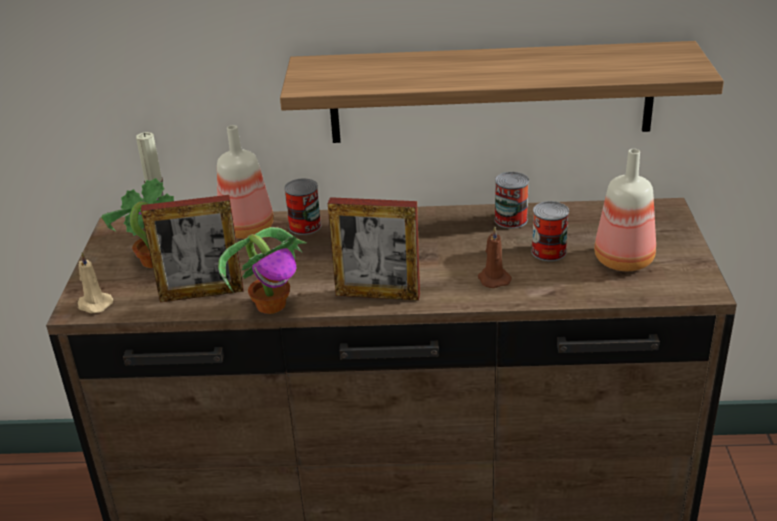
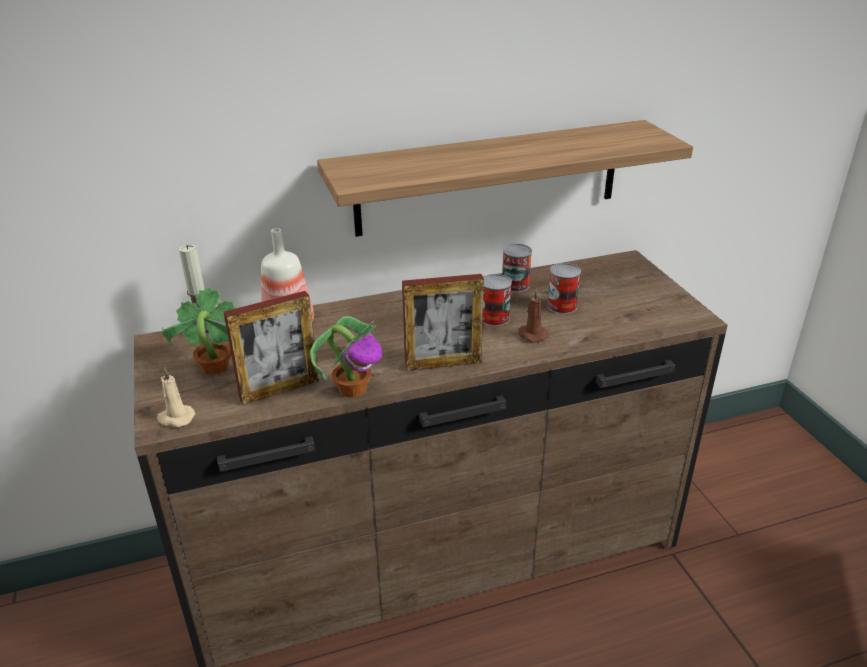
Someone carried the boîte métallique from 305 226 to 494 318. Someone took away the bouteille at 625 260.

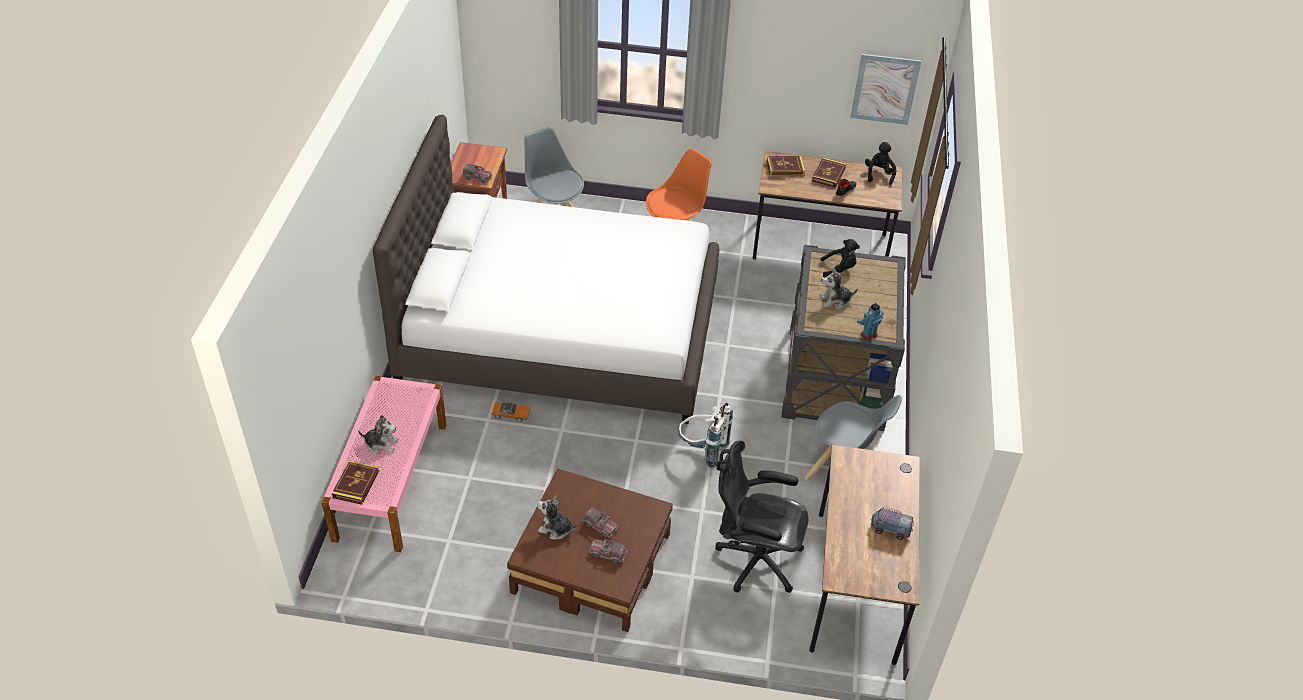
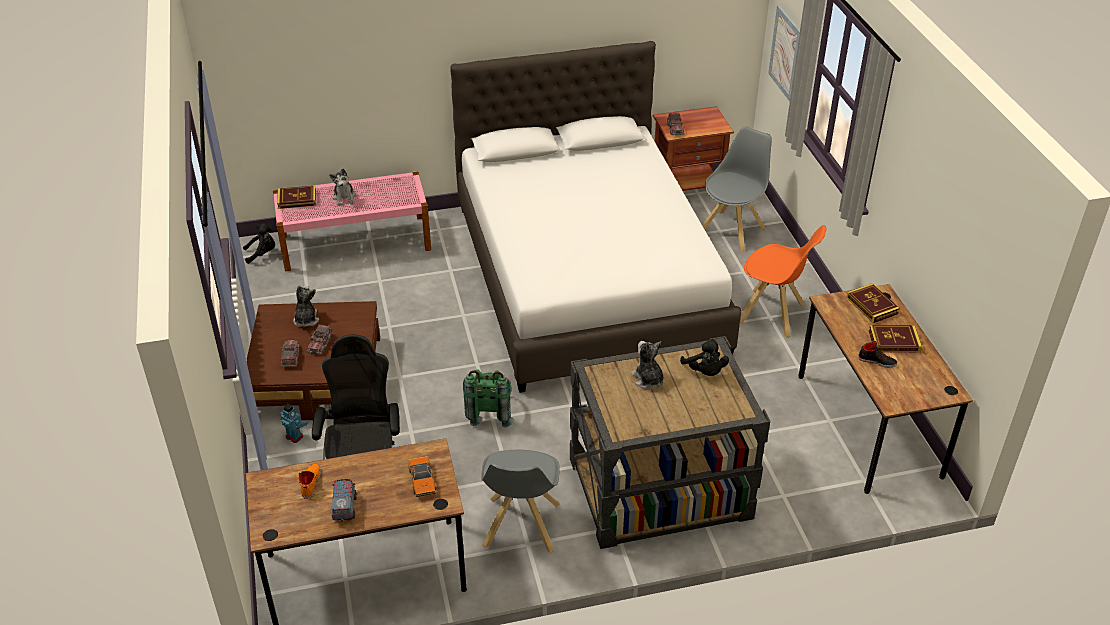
Someone carried the peluche/noir from 878 174 to 262 254. Someone carried the robot jouet from 868 334 to 294 436. Someone put down the chaussure/orange at 310 482. Someone carried the petite voiture from 511 414 to 422 481. Someone repainted the sac à dos/blanc at 702 450, which became the sac à dos/vert at 490 411. Someone carried the tableau from 885 89 to 785 53.

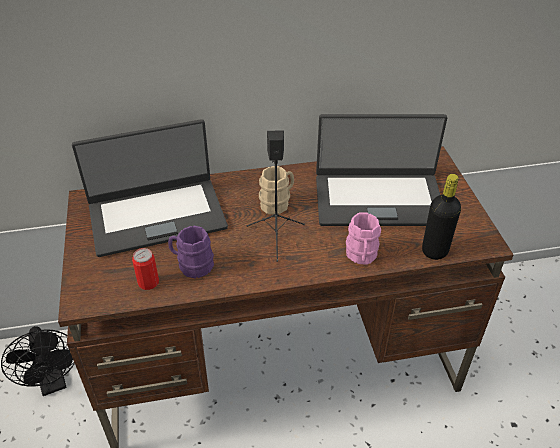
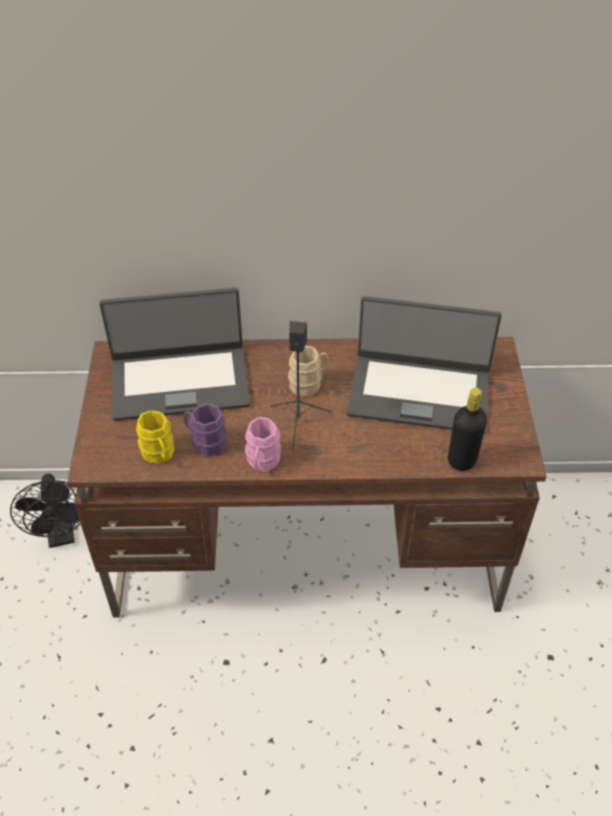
Someone swapped the boîte métallique at 148 282 for the mug/jaune at 159 454. Someone carried the mug/rose from 361 256 to 262 462.

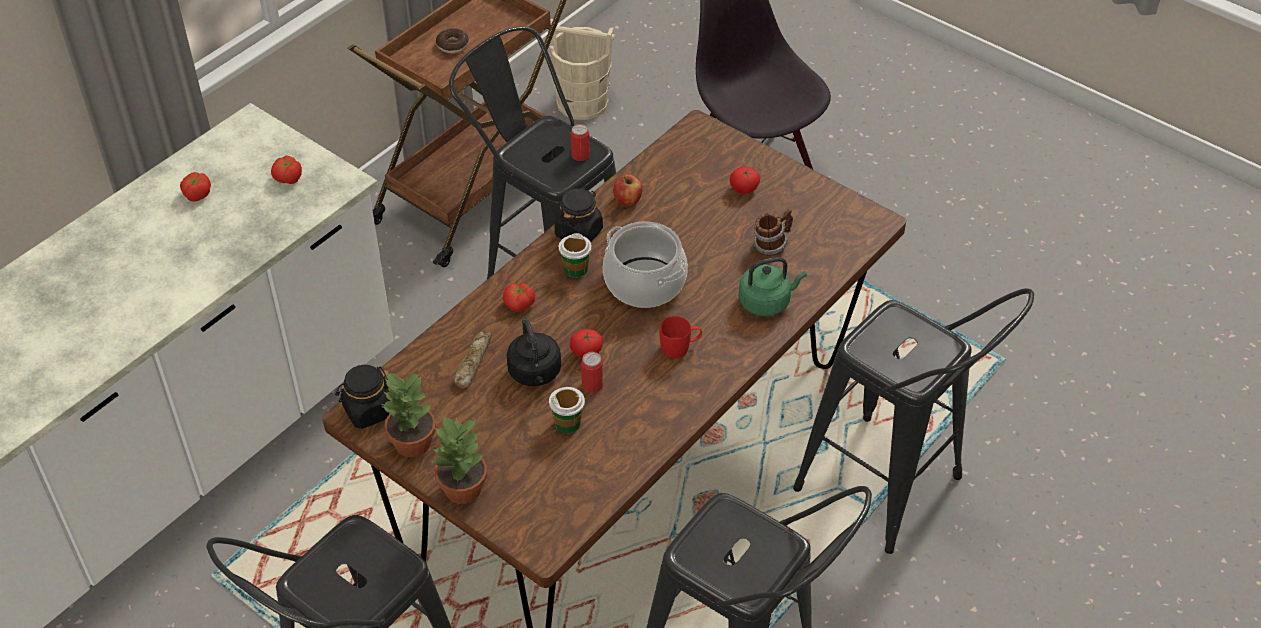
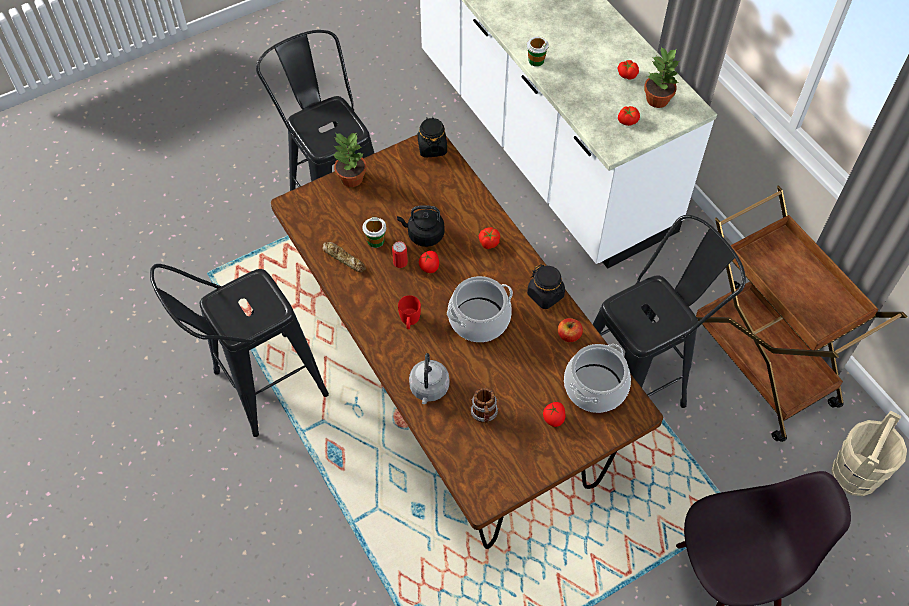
Someone carried the pain from 472 362 to 344 258. Someone repainted the bouilloire/vert at 767 302, which became the bouilloire/gris at 429 389. Someone carried the tasse from 575 269 to 536 60. Someone put down the marmite at 595 388. Someone carried the plante en pot from 411 443 to 657 99. Someone took away the beignet at 452 45. Someone took away the boîte métallique at 580 155. Someone took away the tabouret/noir at 892 493.

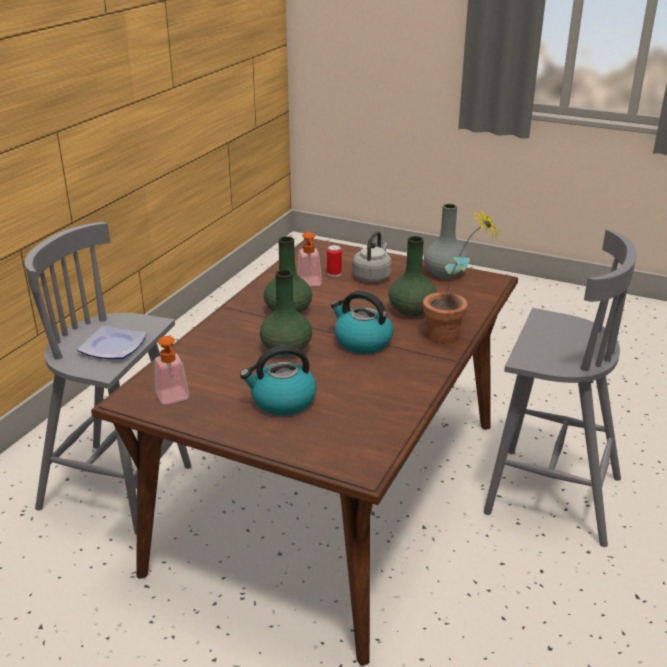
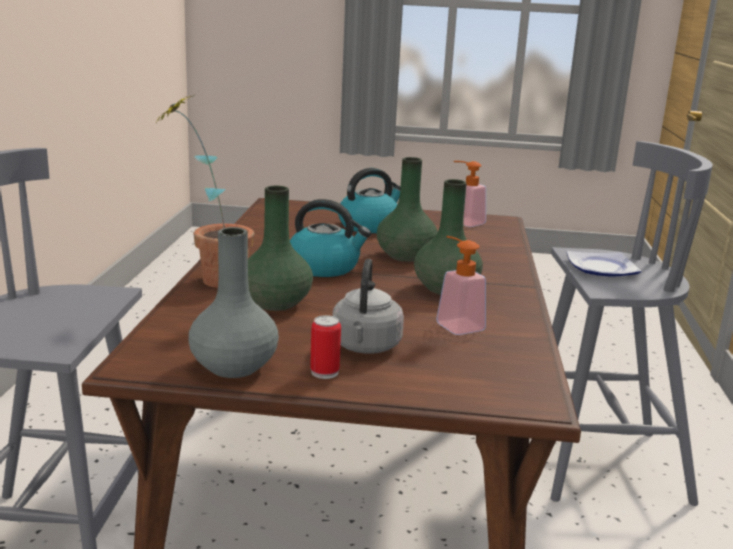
Someone carried the boîte métallique from 334 273 to 324 372.

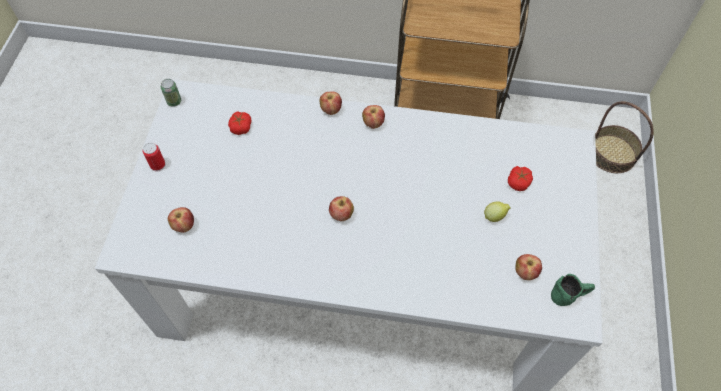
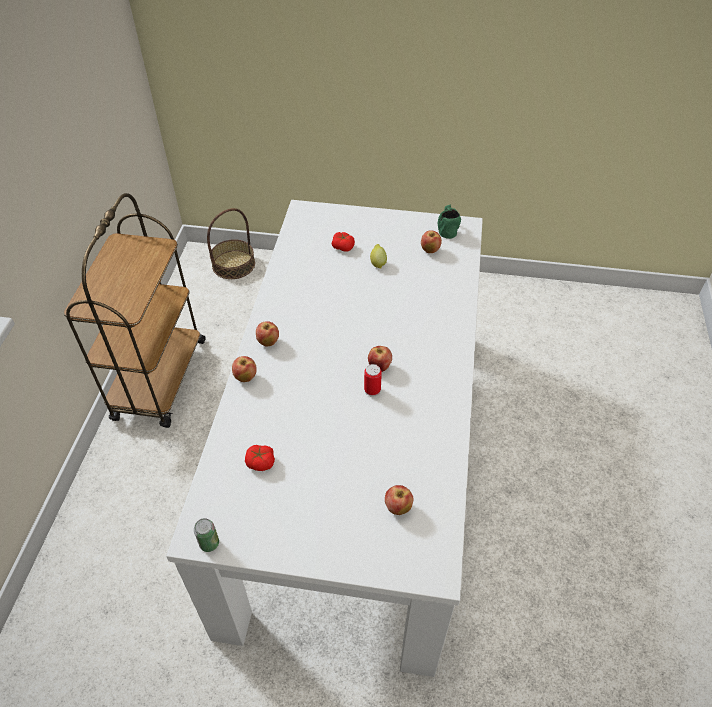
Someone carried the boîte métallique from 158 165 to 372 390.

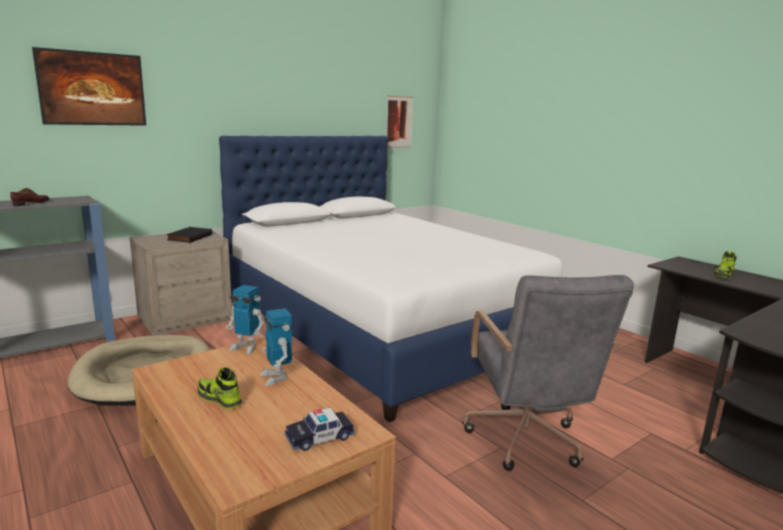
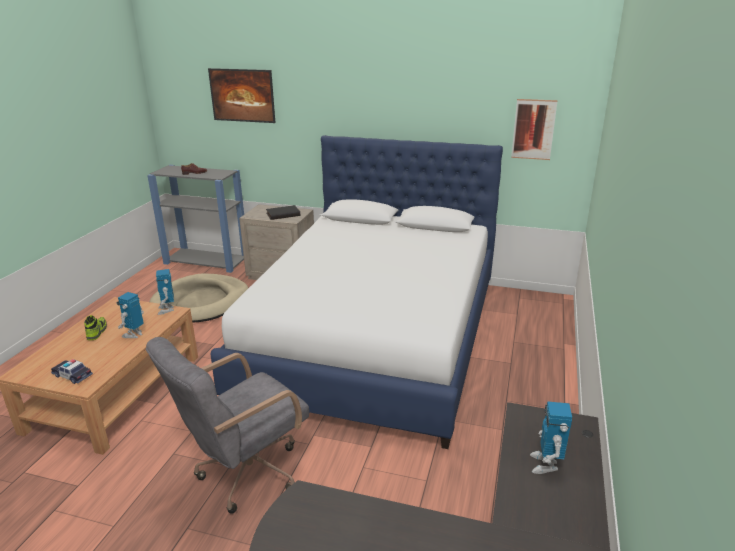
Someone swapped the chaussure at 724 275 for the robot jouet at 546 464.

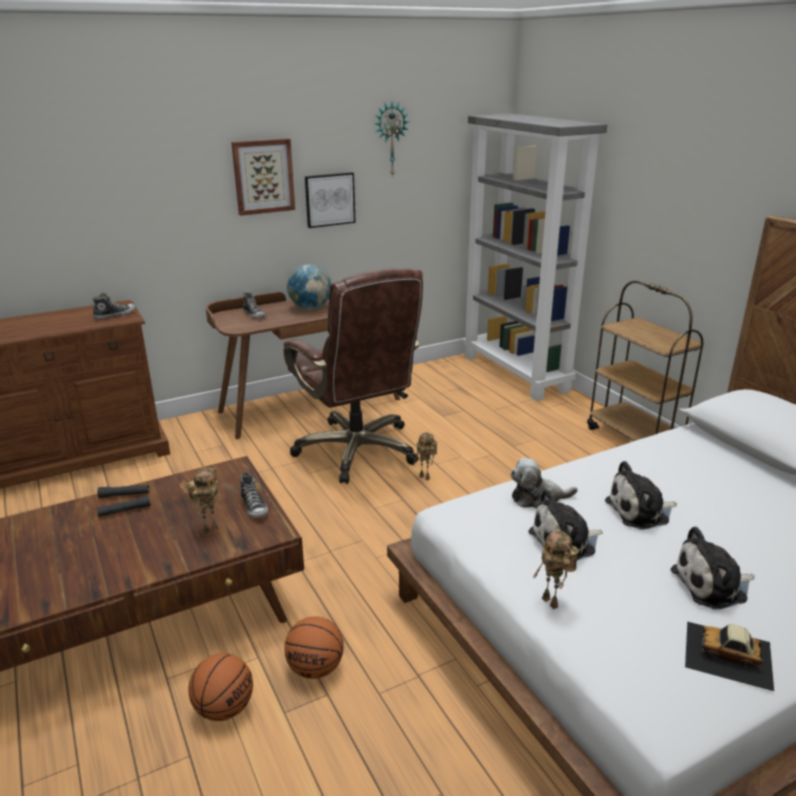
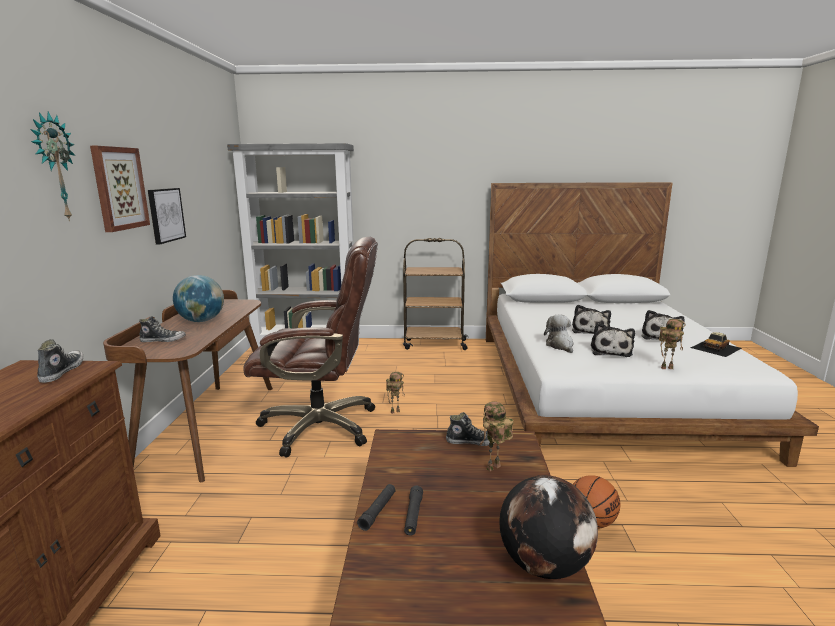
Someone carried the horloge murale from 390 139 to 54 167. Someone rotated the robot jouet at 210 530 by 105 degrees counterclockwise. Someone put down the globe at 544 564. Someone rotated the peluche at 538 499 by 150 degrees clockwise. Someone took away the ballon de basket at 224 708.

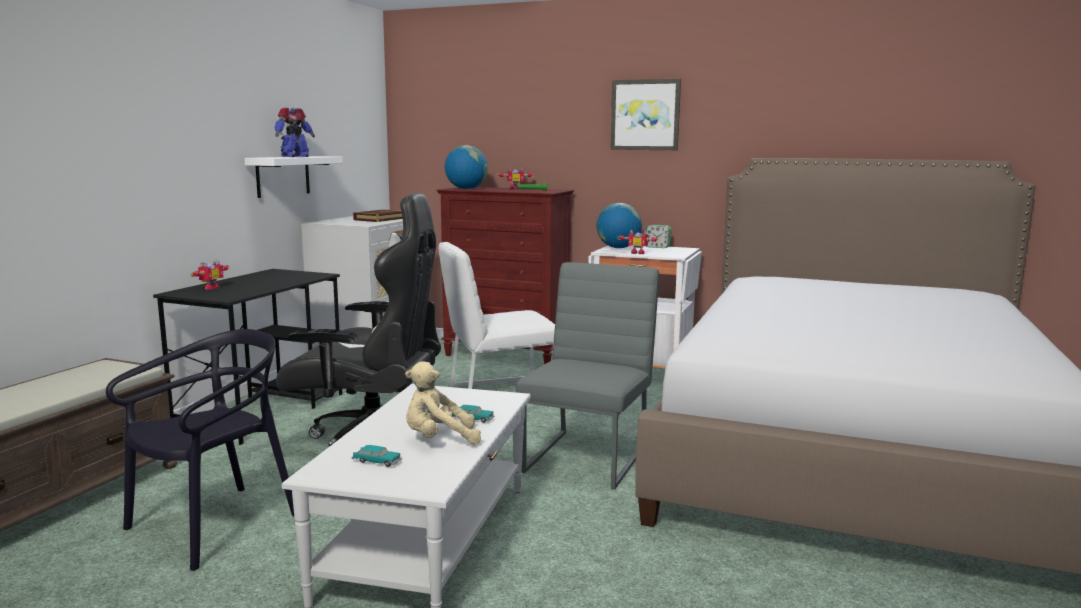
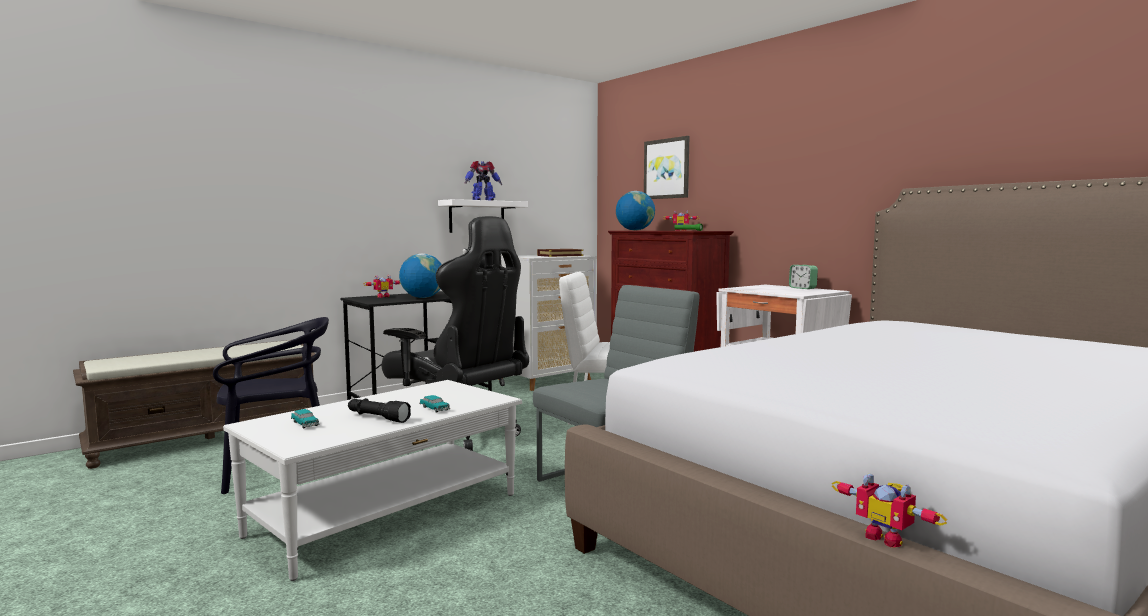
Someone swapped the peluche/beige at 439 440 for the lampe de poche/noir at 377 418. Someone carried the globe from 618 248 to 422 297. Someone carried the tableau from 645 115 to 667 168. Someone carried the robot jouet from 638 253 to 886 538.

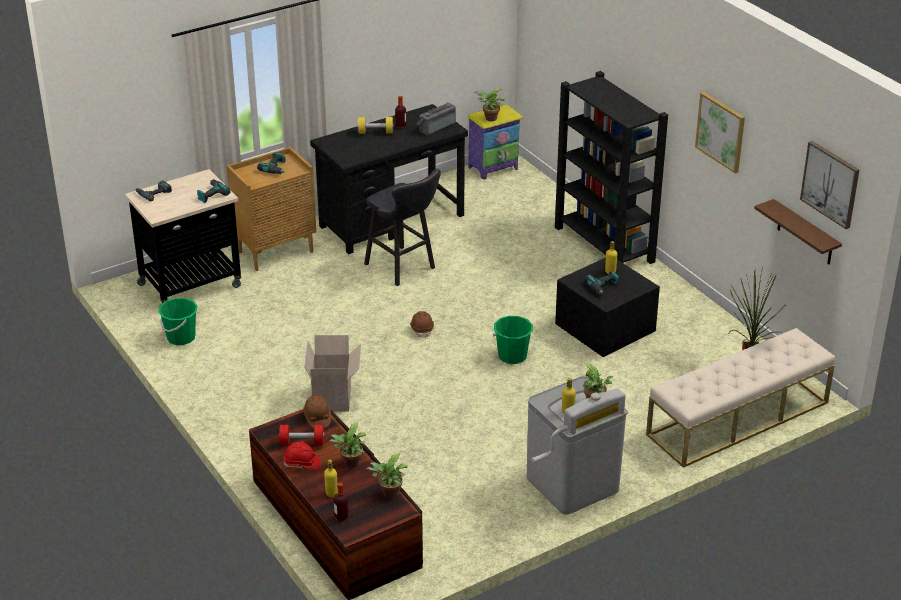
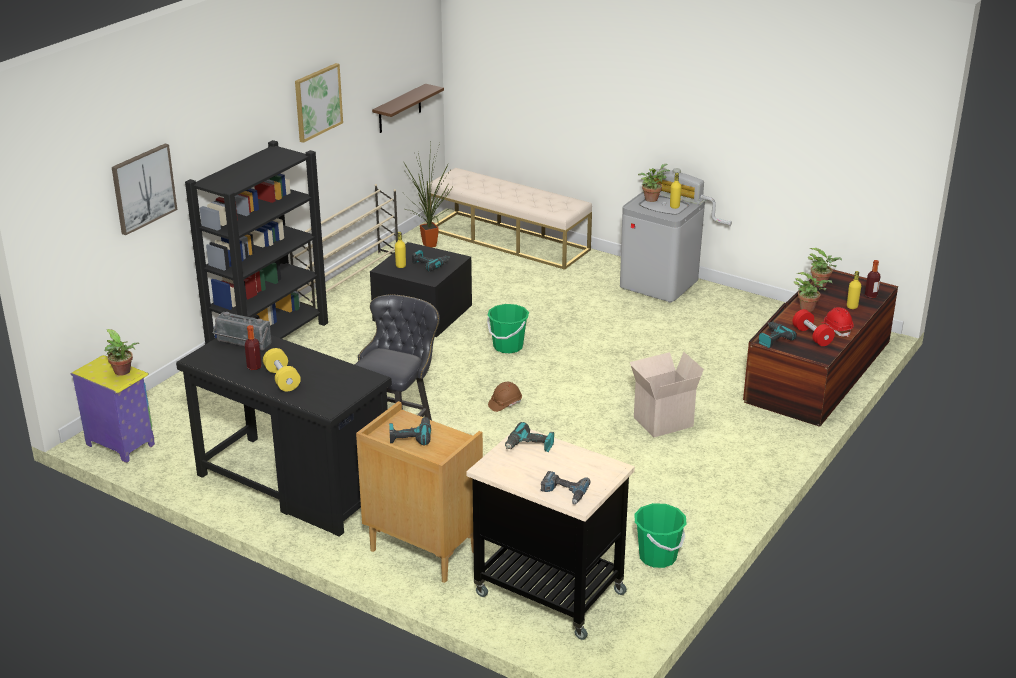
Someone carried the tableau from 830 184 to 143 188. Someone put down the étagère à chaussures/beige at 349 281. Someone swapped the casque de chantier/marron at 317 418 for the perceuse at 772 339.

